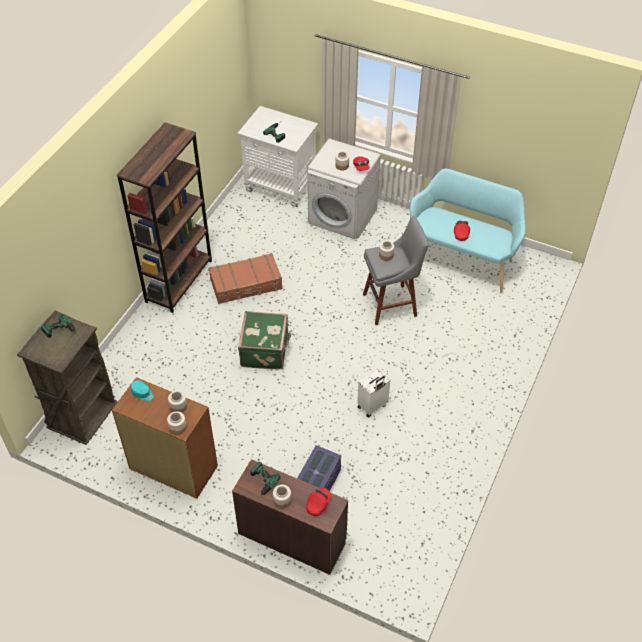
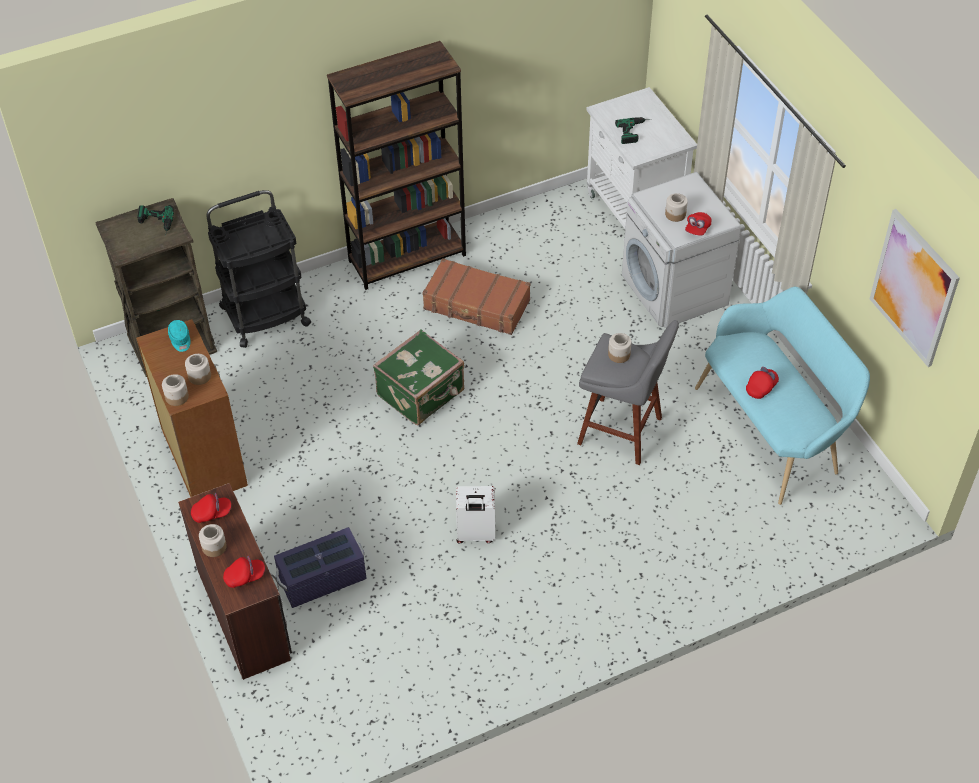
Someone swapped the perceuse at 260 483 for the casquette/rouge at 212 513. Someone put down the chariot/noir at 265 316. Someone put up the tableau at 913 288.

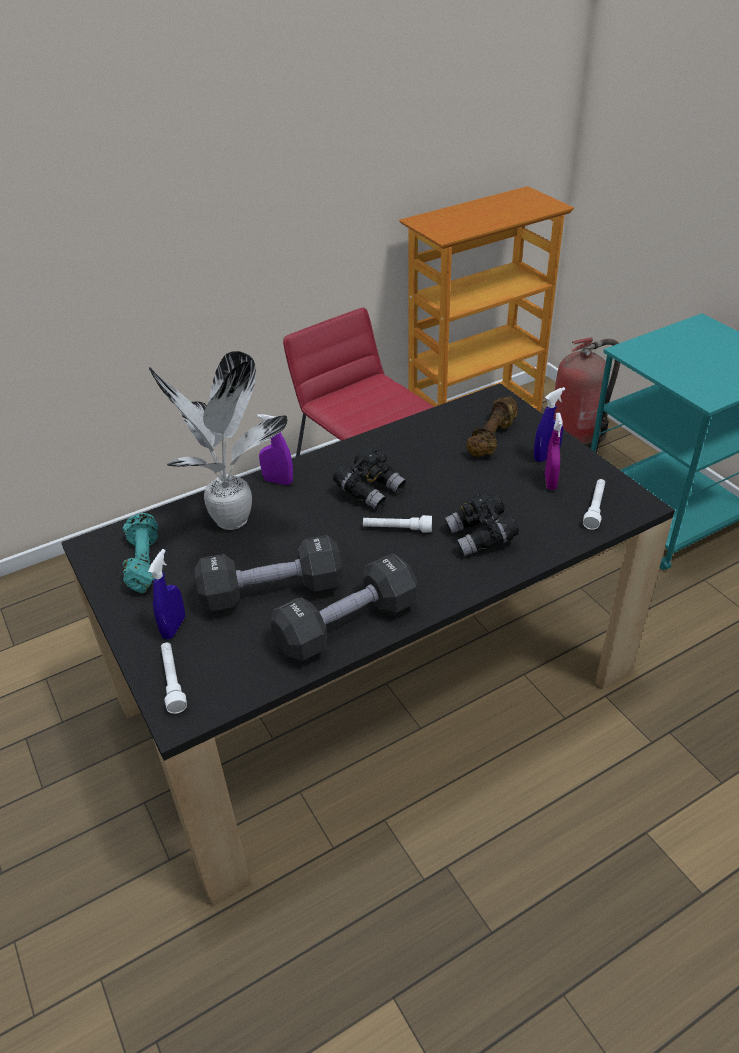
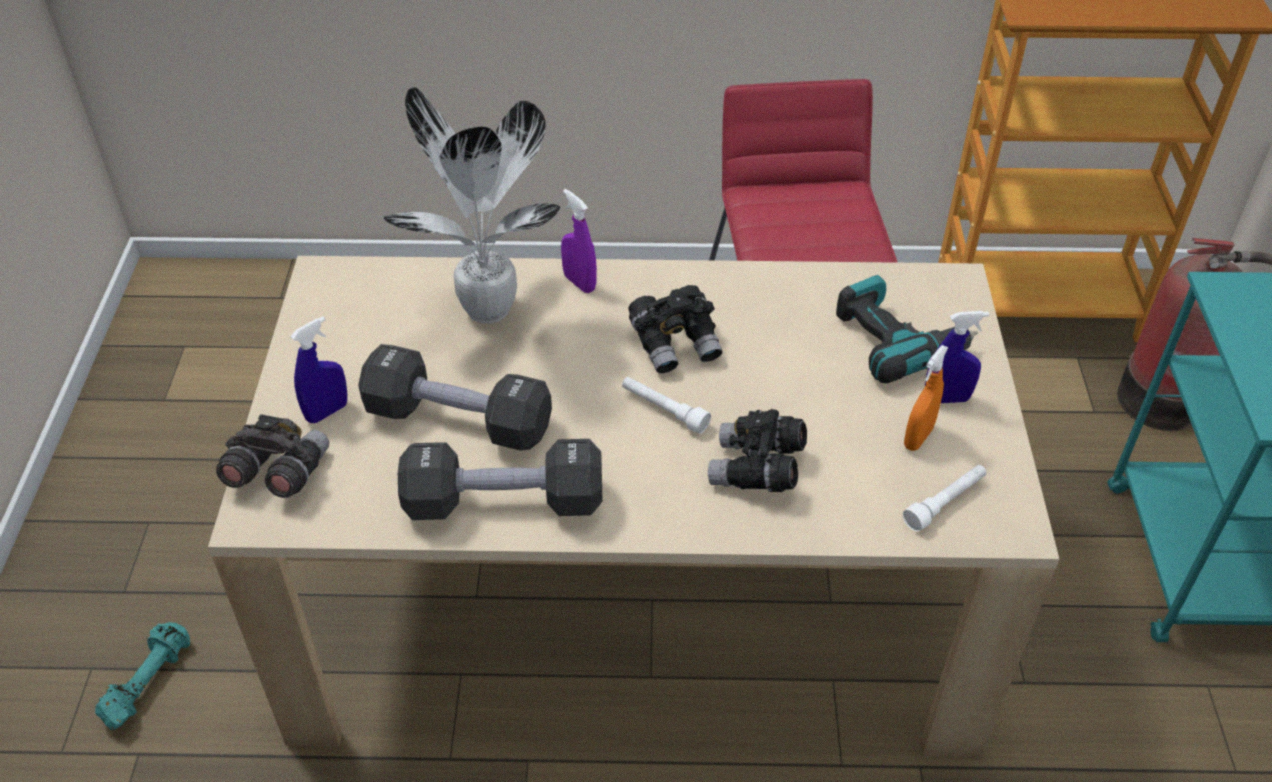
Someone carried the haltère/turquoise from 143 563 to 147 683. Someone repainted the table à manger/noir at 375 686, which became the table à manger/beige at 636 596. Someone swapped the lampe de poche/blanc at 173 681 for the jumelles/gris at 278 474. Someone swapped the haltère/marron at 493 438 for the perceuse at 897 341. Someone repainted the vaporisateur/violet at 550 482, which became the vaporisateur/orange at 918 437.

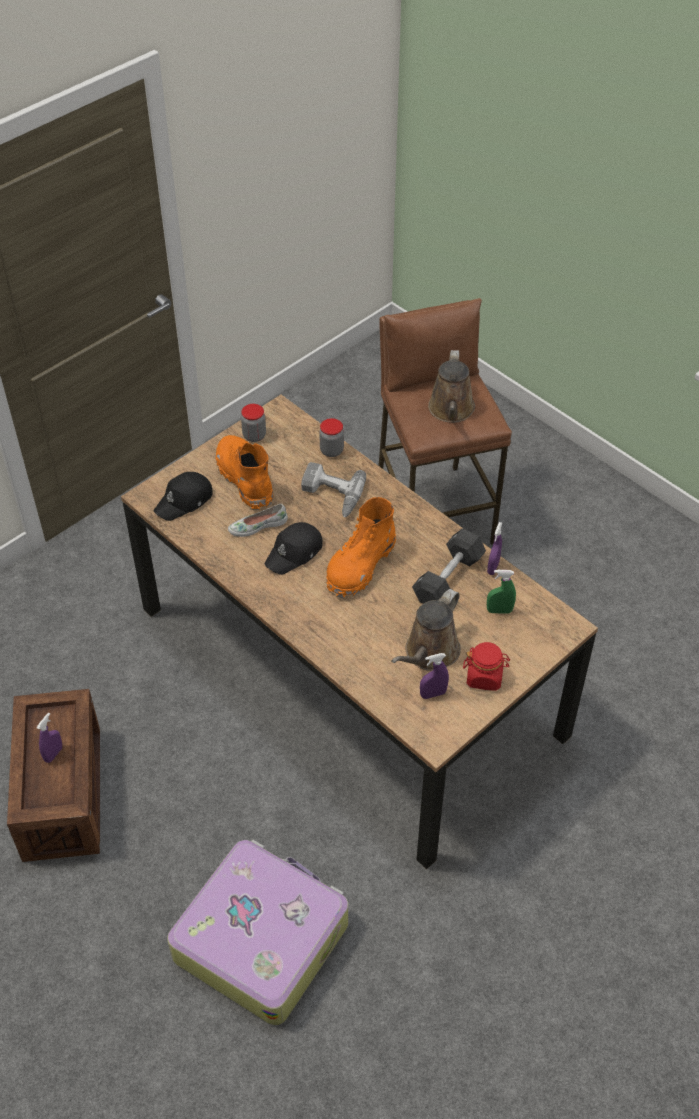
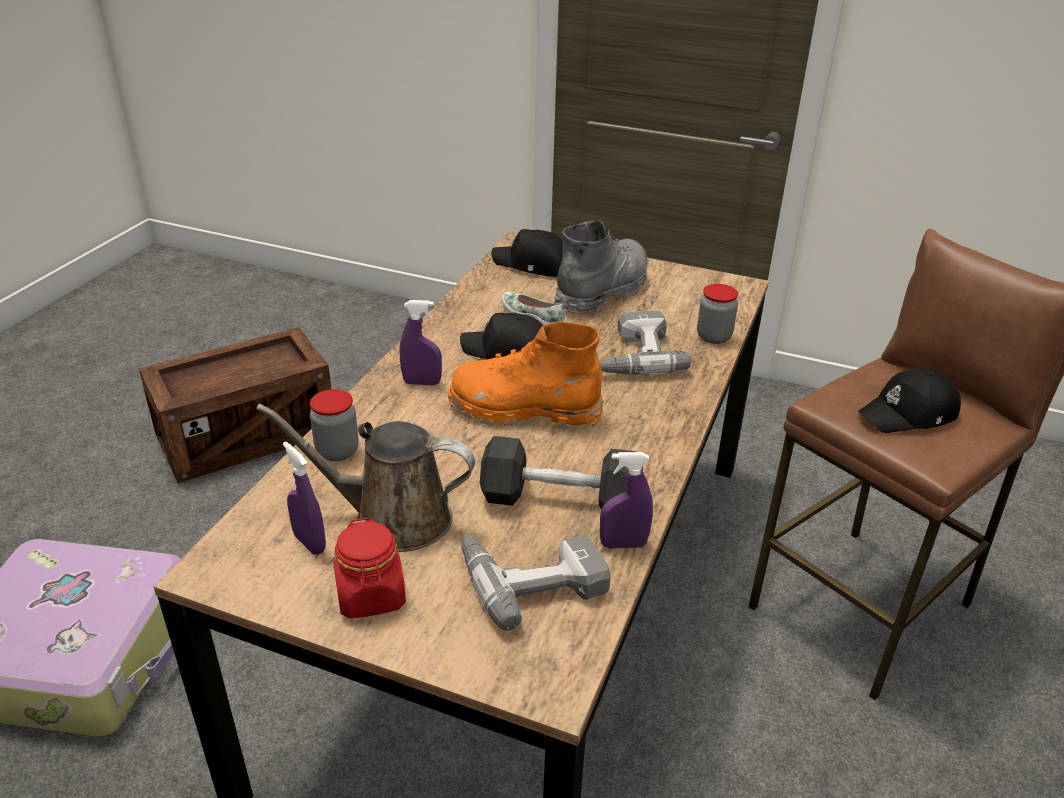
Someone carried the bocal from 254 436 to 337 451. Someone carried the vaporisateur/violet from 53 754 to 422 383. Someone swapped the vaporisateur/vert at 499 611 for the perceuse at 530 576. Someone repainted the botte/orange at 245 479, which became the botte/gris at 602 291. Someone swapped the arrosoir/marron at 451 410 for the casquette/noir at 909 414.

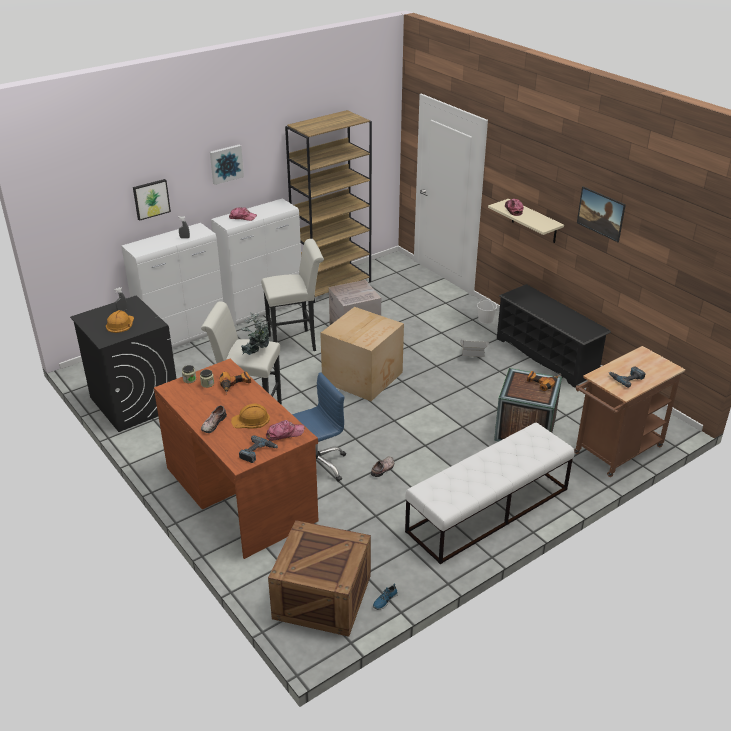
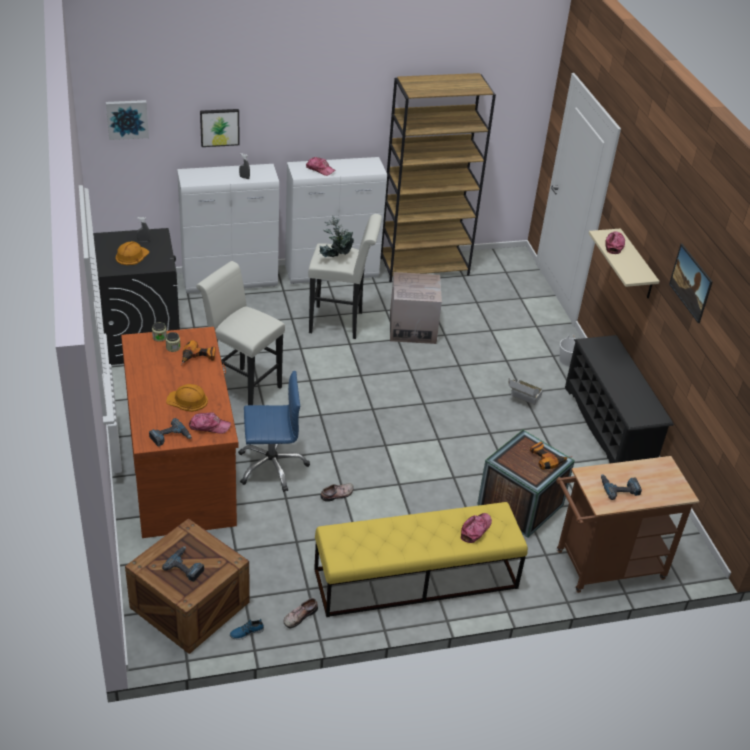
Someone carried the tableau from 226 164 to 127 119. Someone put down the perceuse at 186 566. Someone carried the chaussure from 213 423 to 299 616. Someone repainted the banc/blanc at 488 510, which became the banc/jaune at 415 579. Someone carried the plante en pot from 257 354 to 335 259. Someone put down the casquette at 475 529. Someone took away the carton at 363 377.

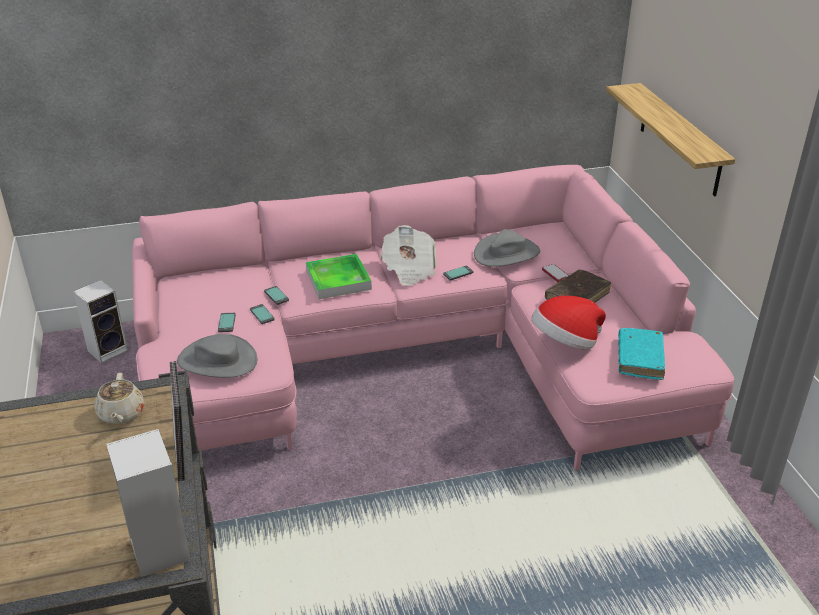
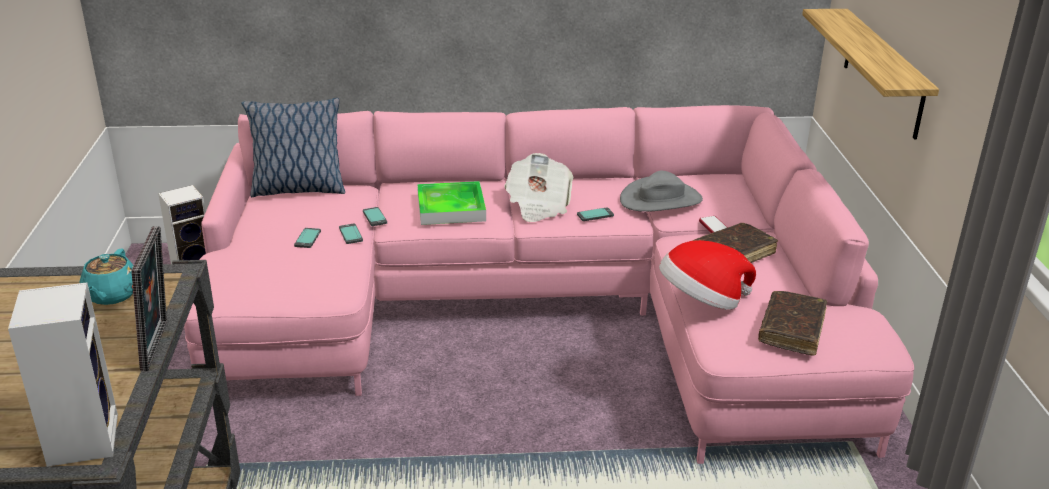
Someone repainted the théière/beige at 121 414, which became the théière/turquoise at 111 295. Someone put down the coussin at 298 189. Someone repainted the livre/turquoise at 639 359, which became the livre/marron at 791 330. Someone took away the chapeau/gris at 217 360.

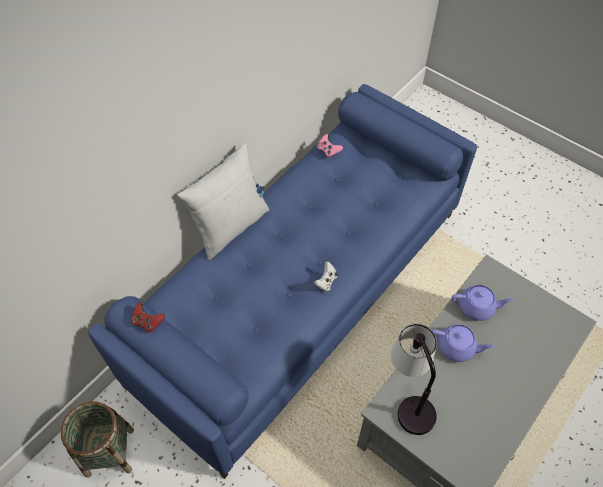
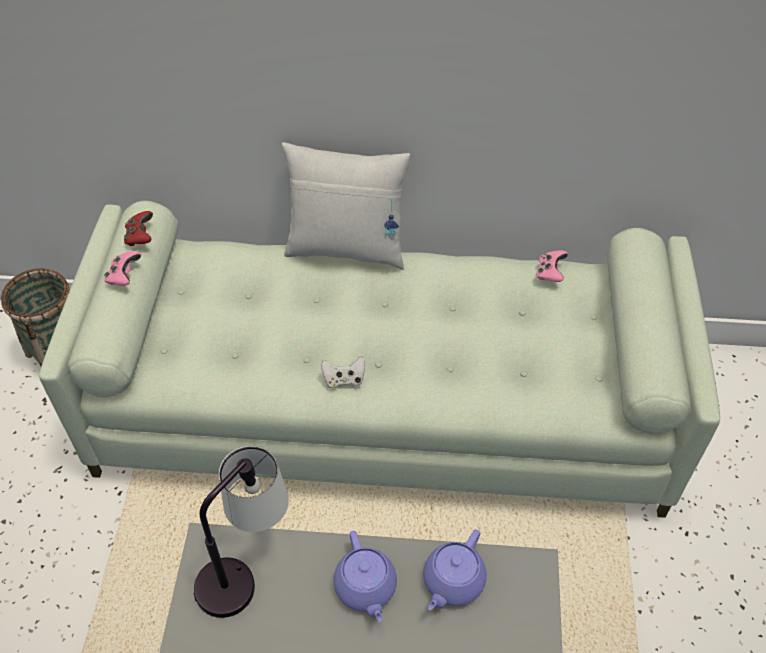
Someone repainted the canapé/bleu at 301 293, which became the canapé/blanc at 384 411. Someone put down the manette/rose at 124 276. Someone rotated the théière/violet at 477 307 by 60 degrees clockwise.

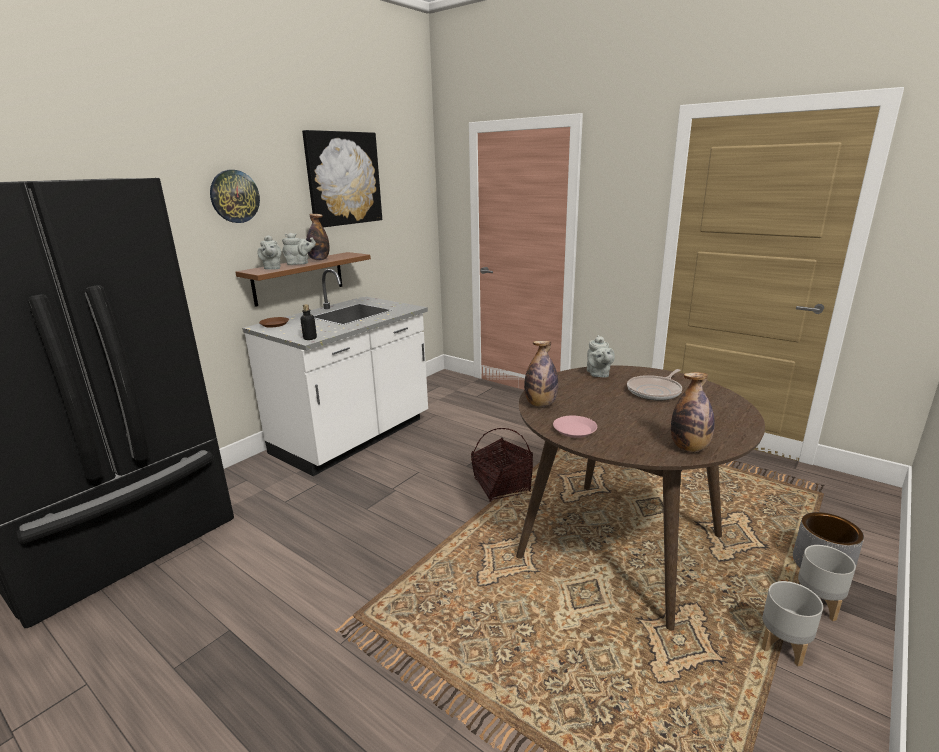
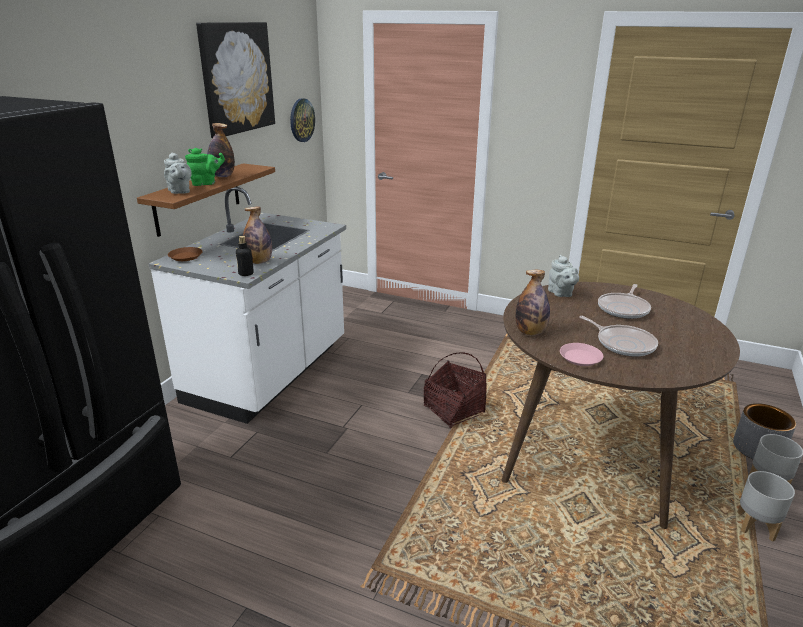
Someone repainted the théière/gris at 299 264, which became the théière/vert at 206 183. Someone carried the bouteille from 689 448 to 259 262. Someone carried the horloge murale from 234 196 to 301 120. Someone put down the poêle at 623 343.

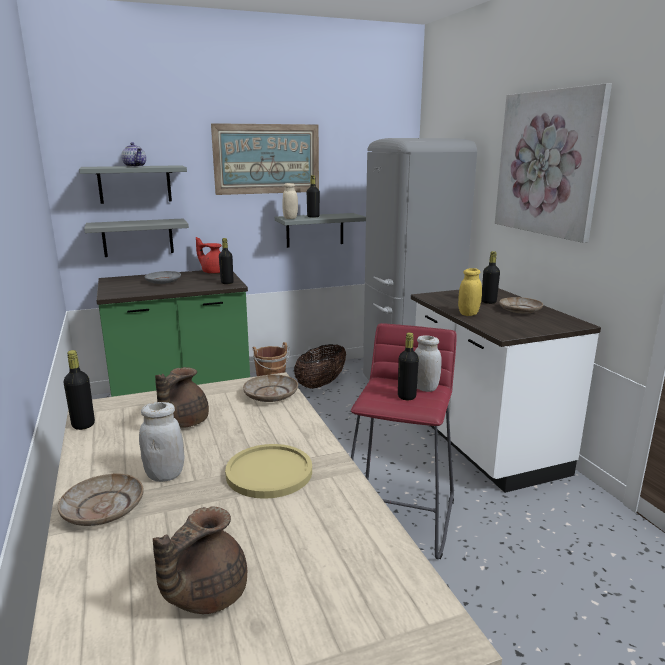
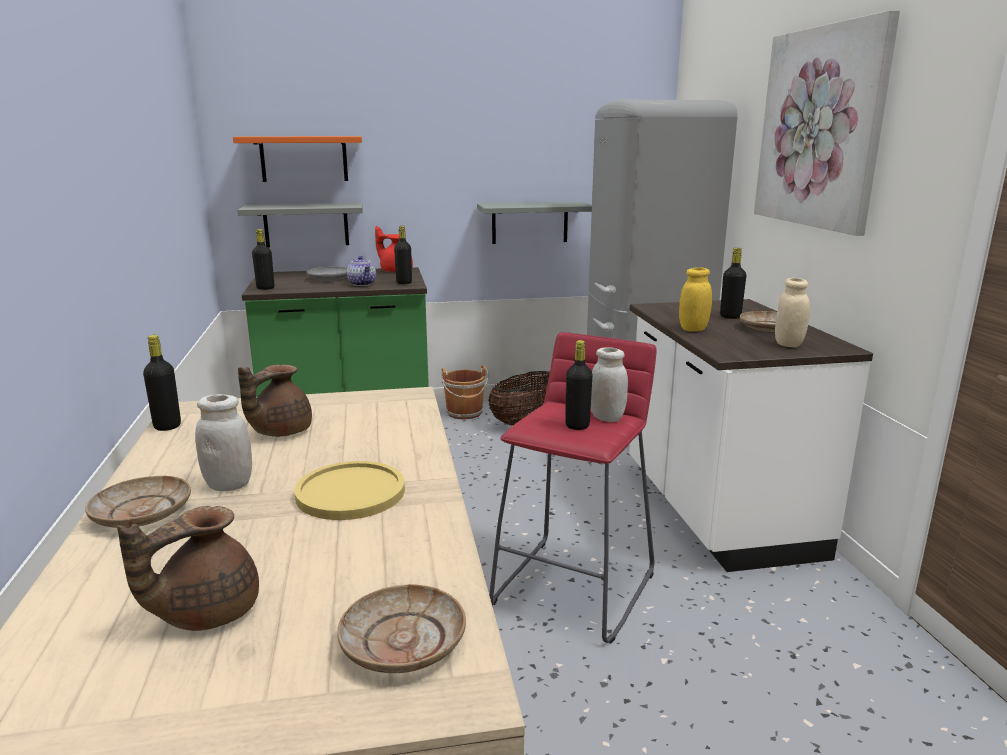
Someone repainted the étagère/gris at 135 184, which became the étagère/orange at 304 159. Someone carried the bouteille/noir from 313 217 to 265 288. Someone carried the assiette/beige from 270 395 to 402 643. Someone carried the théière from 135 166 to 363 284. Someone carried the bocal/beige from 290 218 to 788 344. Someone took away the tableau at 267 159.

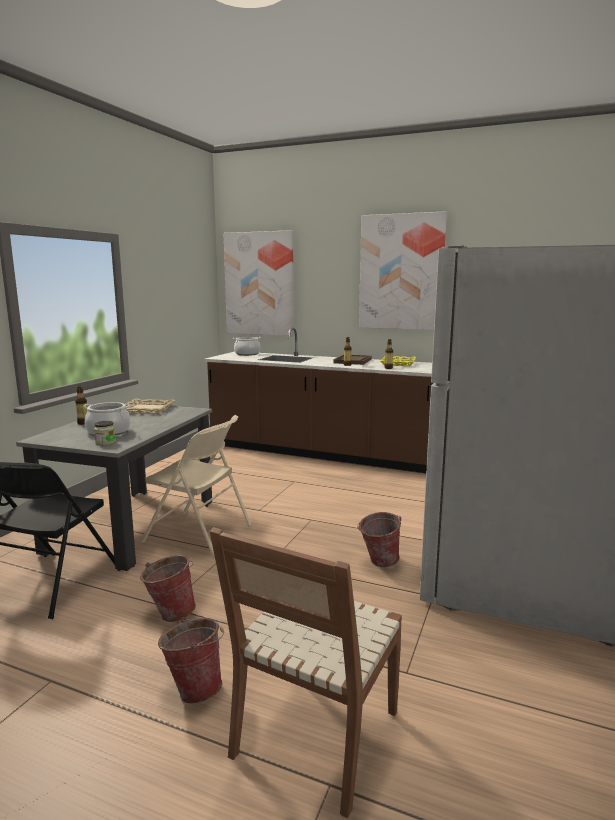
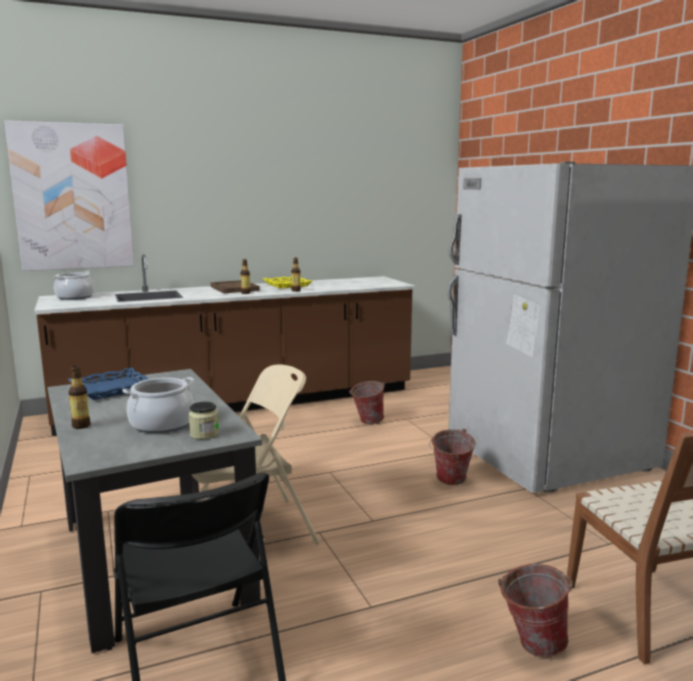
Someone repainted the plateau/beige at 146 409, which became the plateau/bleu at 111 389. Someone carried the seau from 170 613 to 367 422. Someone took away the tableau at 401 272.

